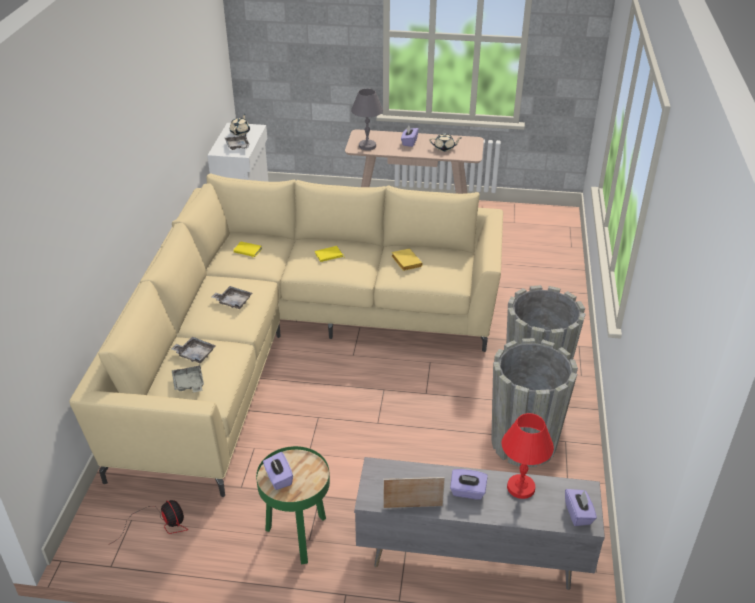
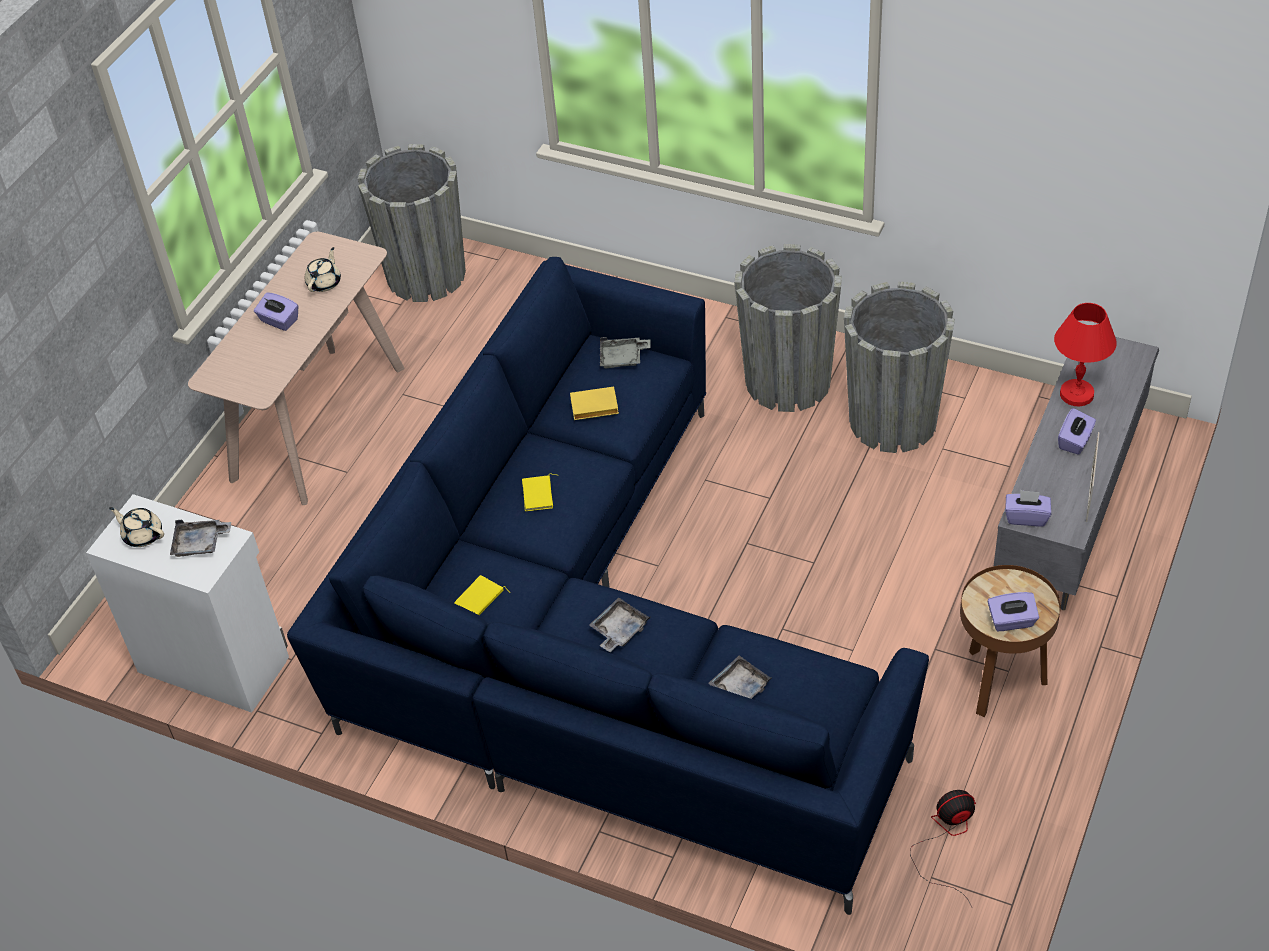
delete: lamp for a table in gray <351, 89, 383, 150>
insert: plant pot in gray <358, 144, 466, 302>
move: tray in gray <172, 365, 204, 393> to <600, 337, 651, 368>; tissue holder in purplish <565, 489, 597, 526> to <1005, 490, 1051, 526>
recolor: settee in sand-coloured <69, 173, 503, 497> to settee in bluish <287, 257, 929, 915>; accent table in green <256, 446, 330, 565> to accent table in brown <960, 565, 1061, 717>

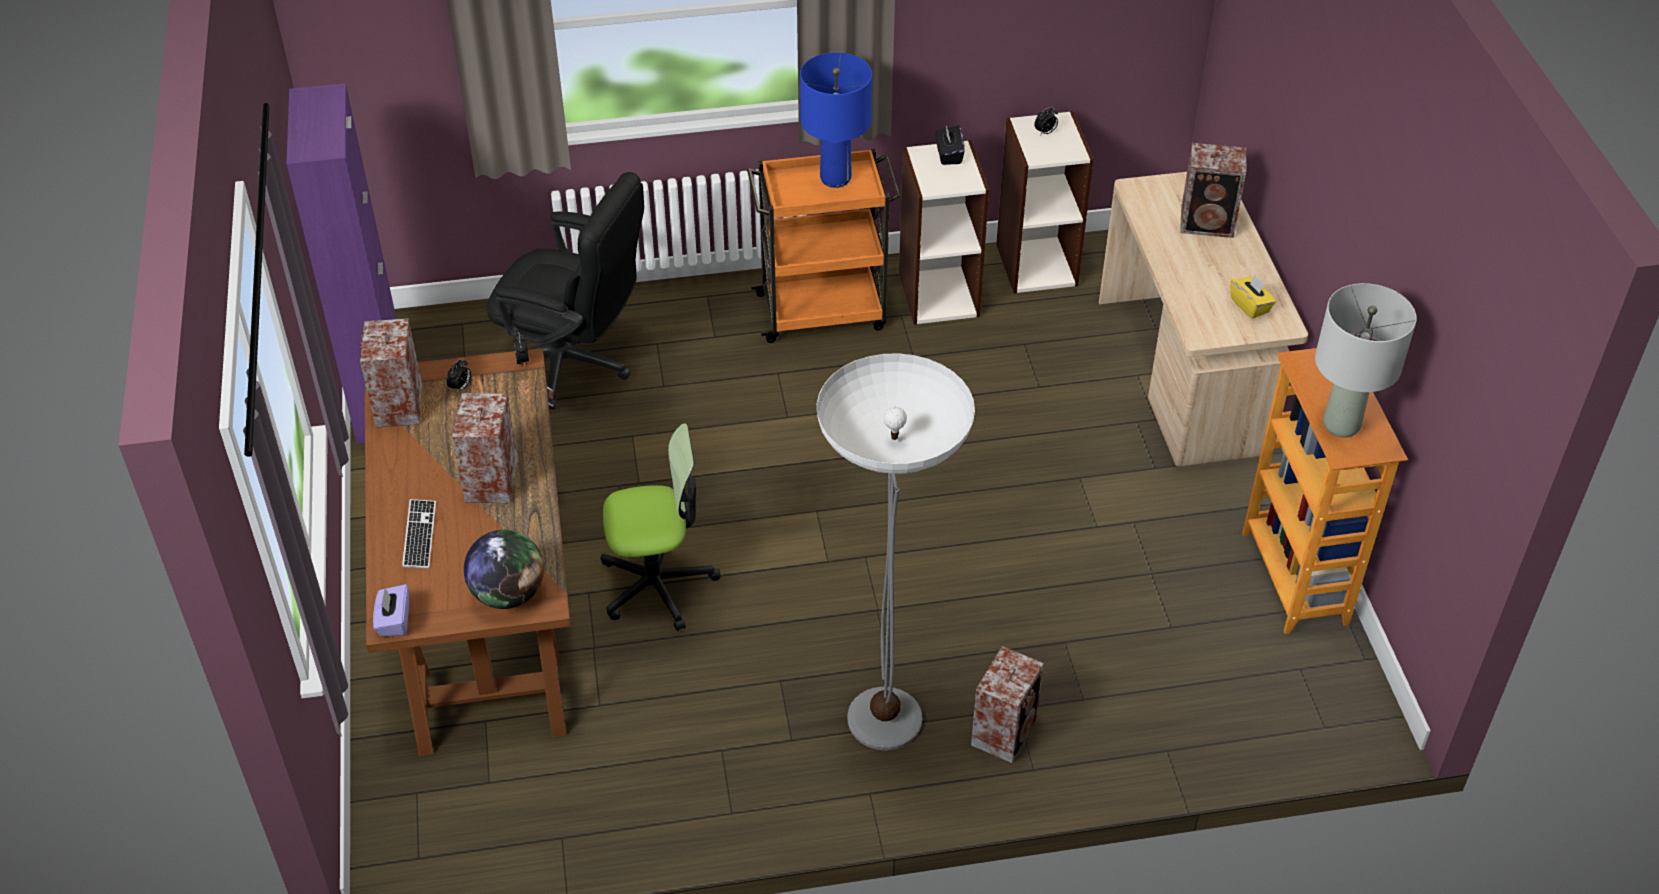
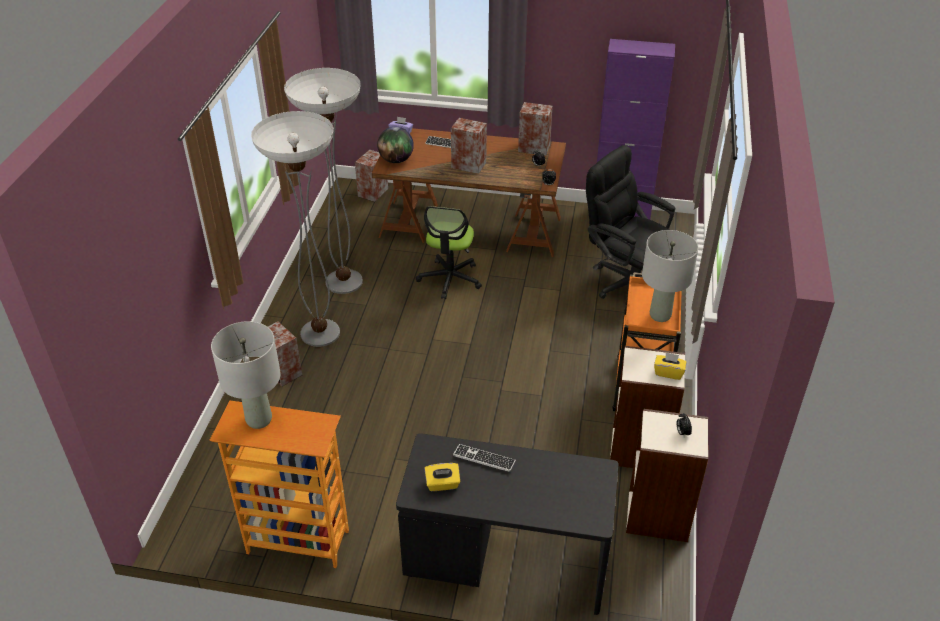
insert: standing lamp <284, 68, 363, 294>; computer keyboard <453, 444, 516, 472>
move: audio speaker <1180, 143, 1246, 238> to <355, 150, 388, 202>
recolor: desk in sand-coloured <1099, 172, 1308, 466> to desk in blackish <396, 433, 619, 615>; lamp for a table in bluish <800, 52, 872, 188> to lamp for a table in gray <642, 230, 698, 322>; tissue holder in blackish <936, 125, 965, 165> to tissue holder in yellowish <654, 352, 686, 380>
rotate: desk chair in blackish <486, 172, 644, 410> = <586, 145, 675, 299> 90 degrees clockwise

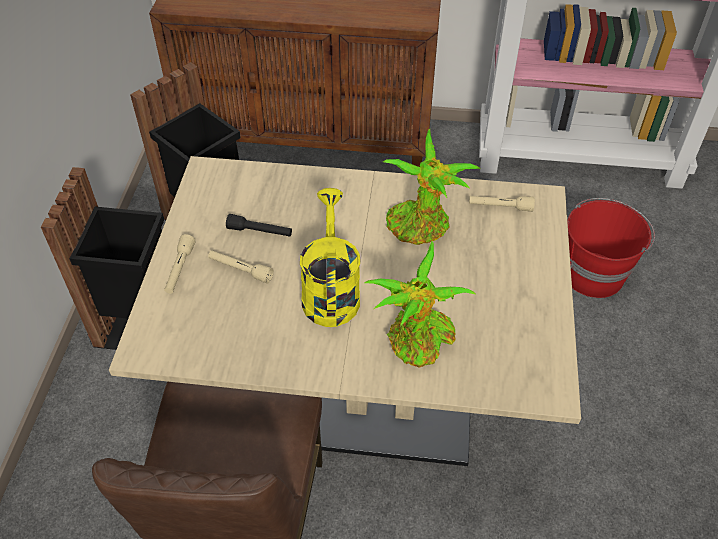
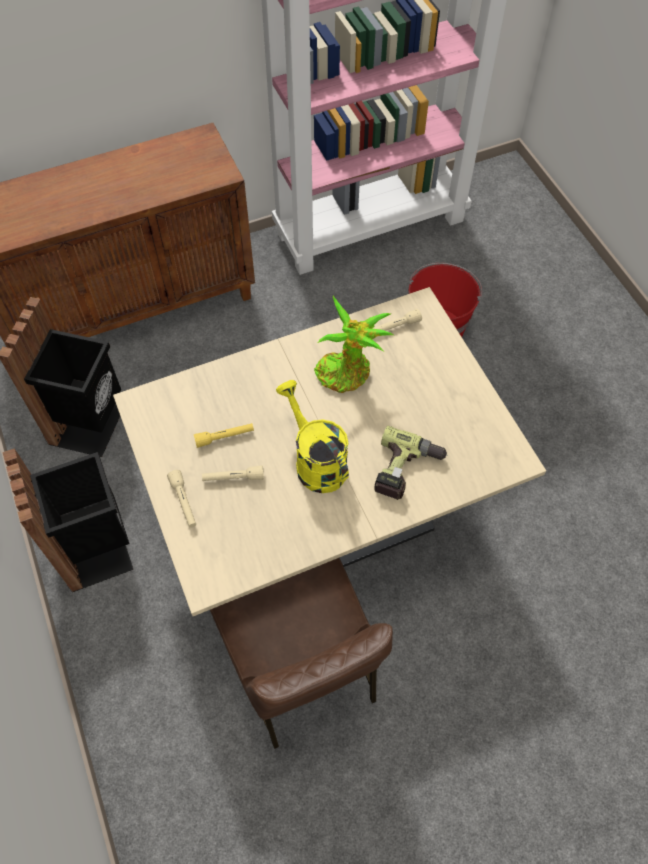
replace: potted plant <365, 241, 476, 368> to power drill <374, 426, 448, 500>
recolor: hand torch in blackish <226, 214, 292, 237> to hand torch in yellowish <194, 423, 254, 448>

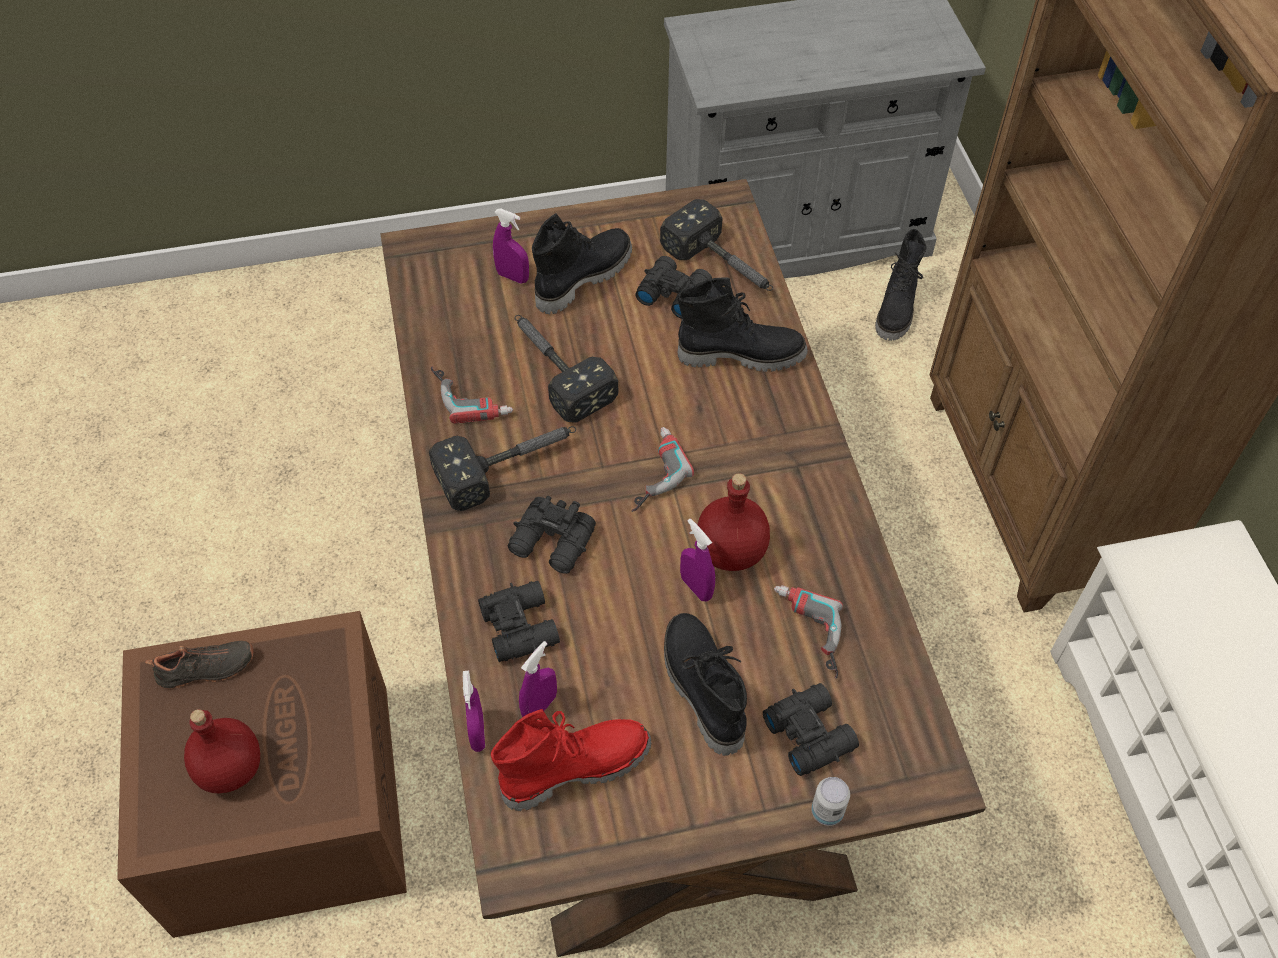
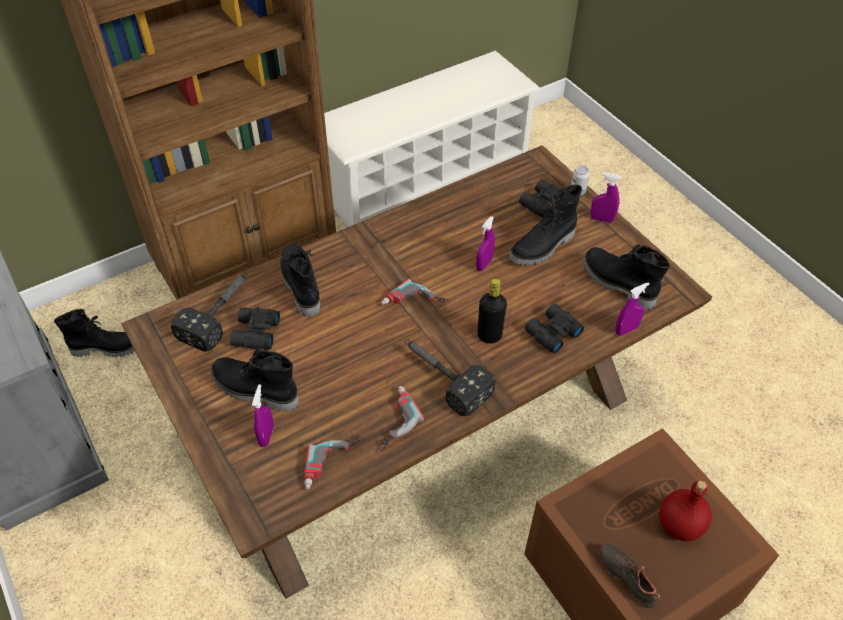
delete: tool hammer <514, 315, 618, 423>; beverage bottle in reddish <698, 473, 770, 571>
move: power drill <774, 585, 843, 679> to <304, 436, 366, 490>; sprayer in purplish <519, 641, 557, 717> to <590, 172, 620, 223>
replace: field glasses in blackish <508, 496, 596, 574> to beverage bottle in blackish <478, 279, 507, 343>
recolor: tall boot in reddish <491, 709, 651, 811> to tall boot in blackish <583, 244, 670, 310>

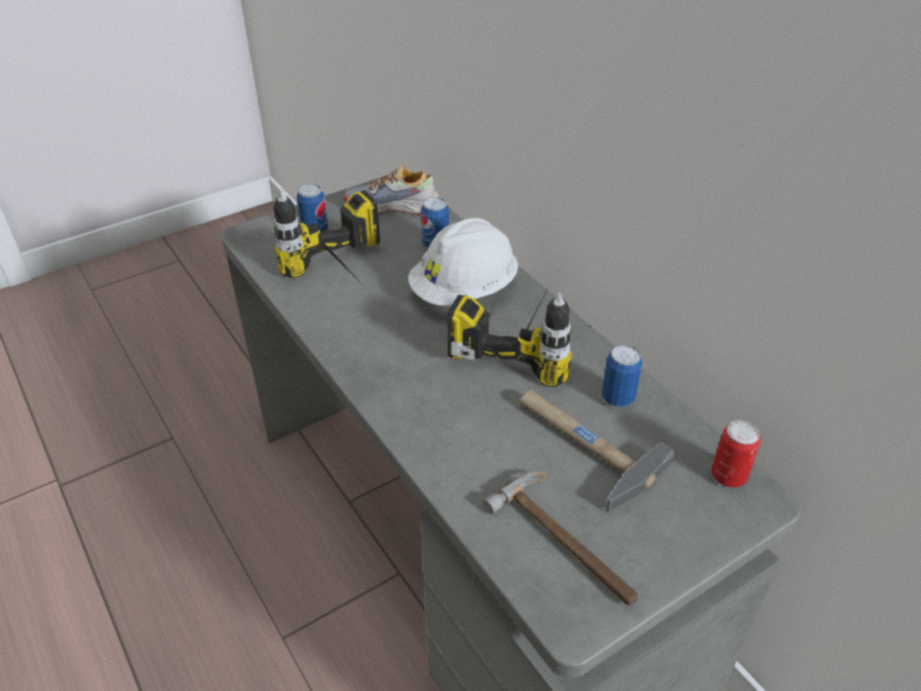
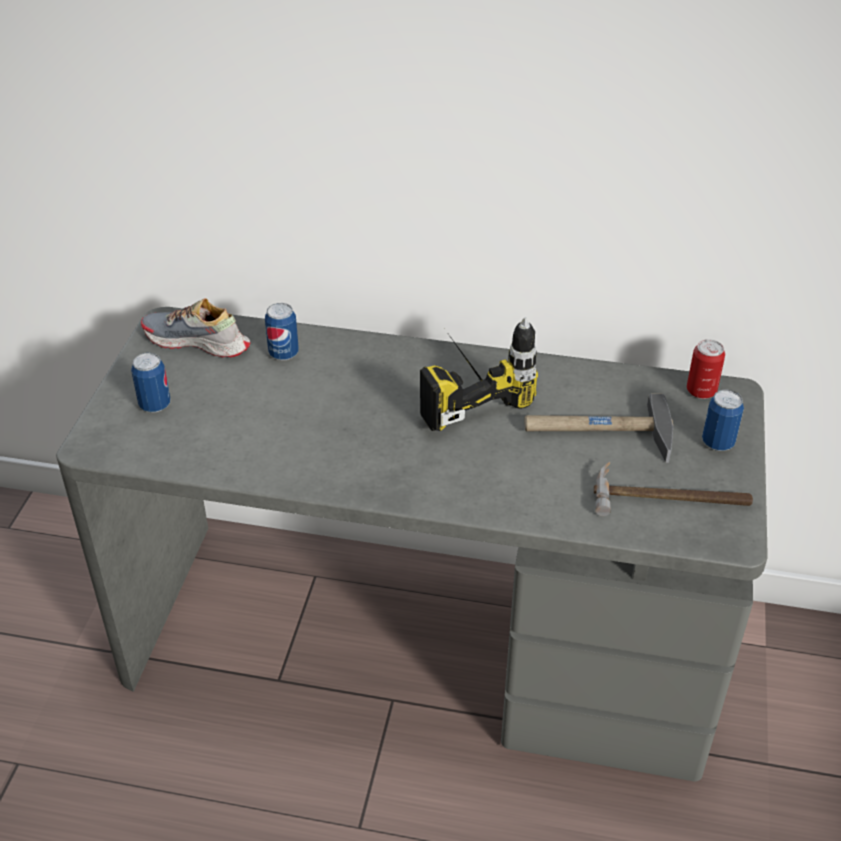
delete: power drill <273, 190, 380, 284>; safety helmet in whitish <408, 218, 518, 306>
move: can <602, 345, 642, 407> to <702, 390, 744, 451>
rotate: shoe <344, 164, 442, 214> = <141, 298, 250, 358> 60 degrees clockwise

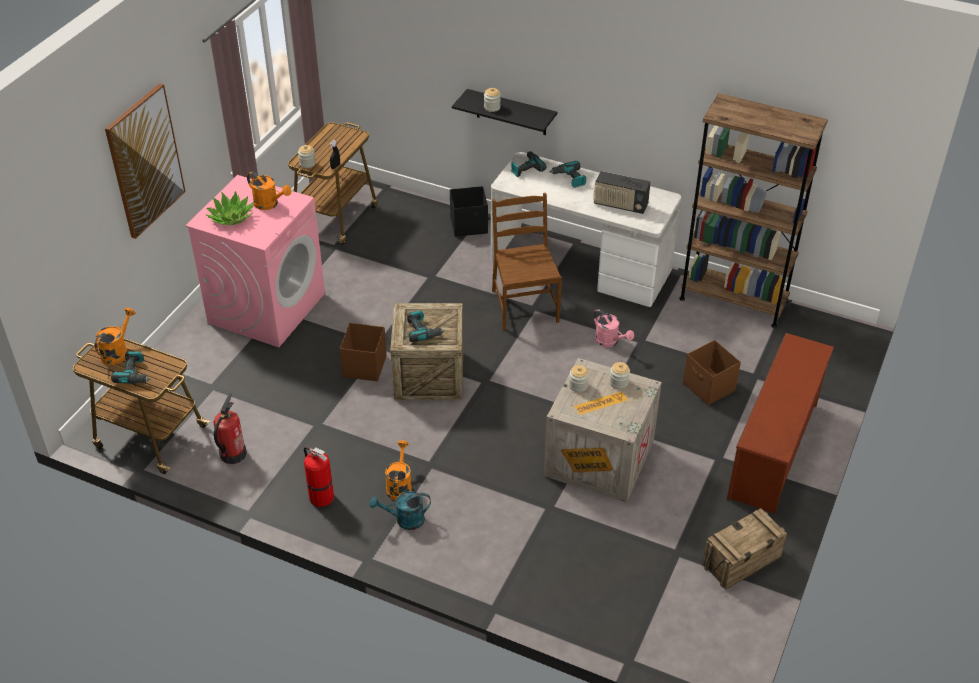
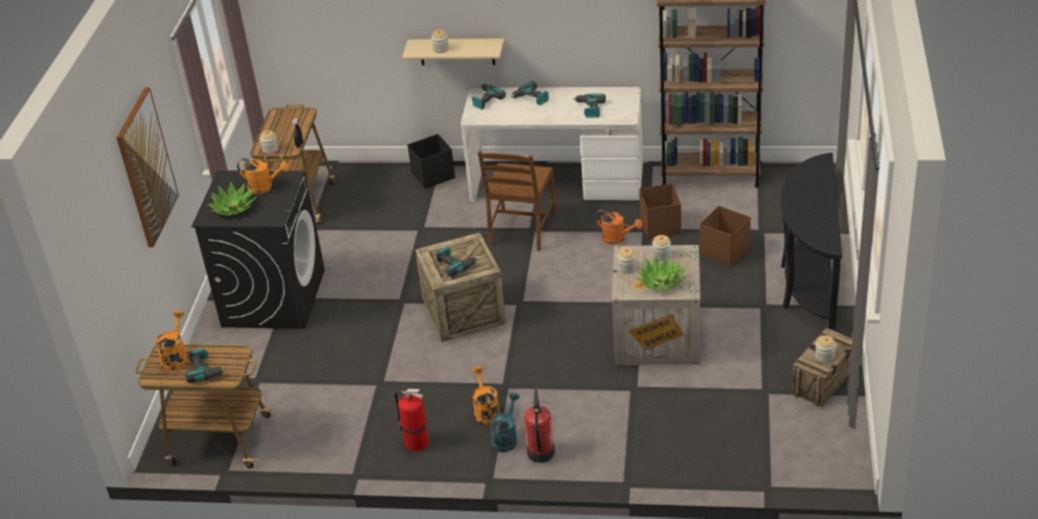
insert: potted plant <637, 255, 687, 291>; preserve jar <815, 335, 836, 363>
move: extinguisher <213, 393, 247, 464> to <524, 387, 555, 463>; storage box in brown <340, 323, 387, 381> to <639, 183, 681, 239>
replace: radio receiver <593, 171, 651, 214> to power drill <573, 94, 606, 118>; shoe rack in brown <727, 333, 834, 514> to hall table in blackish <781, 153, 842, 331>
recolor: laundry appliance in pinkish <185, 175, 325, 347> to laundry appliance in blackish <191, 170, 325, 329>; bracket shelf in blackish <452, 89, 557, 135> to bracket shelf in sand-coloured <402, 38, 504, 65>; watering pot in pinkish <593, 309, 634, 347> to watering pot in orange <595, 209, 643, 244>
rotate: chair in brown <492, 193, 562, 331> = <478, 151, 556, 251> 135 degrees counterclockwise; watering pot in blue-green <370, 491, 431, 530> = <490, 393, 520, 452> 135 degrees clockwise

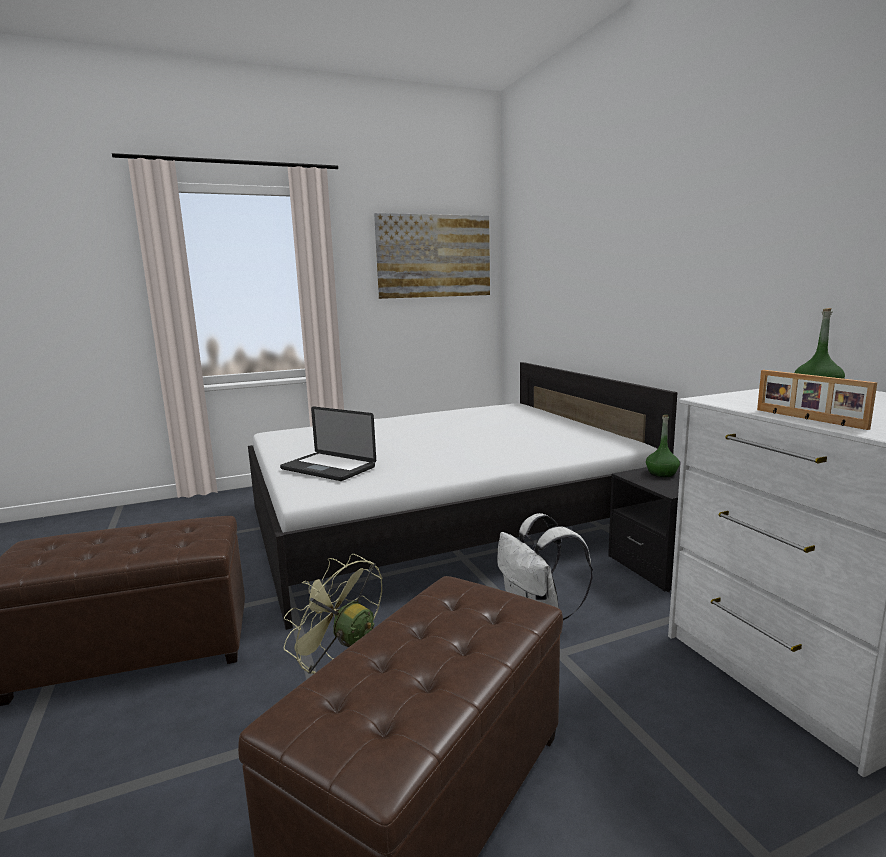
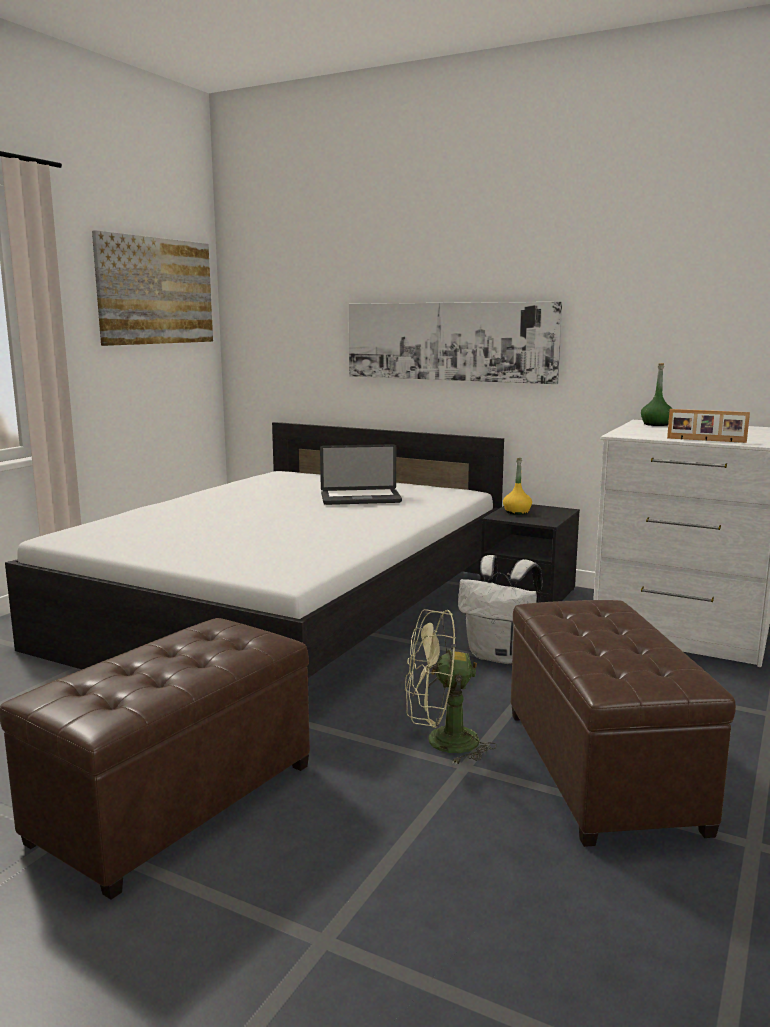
insert: wall picture <349, 302, 562, 384>
move: notebook computer <280, 406, 376, 481> to <320, 444, 402, 505>
recolor: beverage bottle in green <646, 415, 680, 477> to beverage bottle in yellowish <503, 458, 532, 515>

